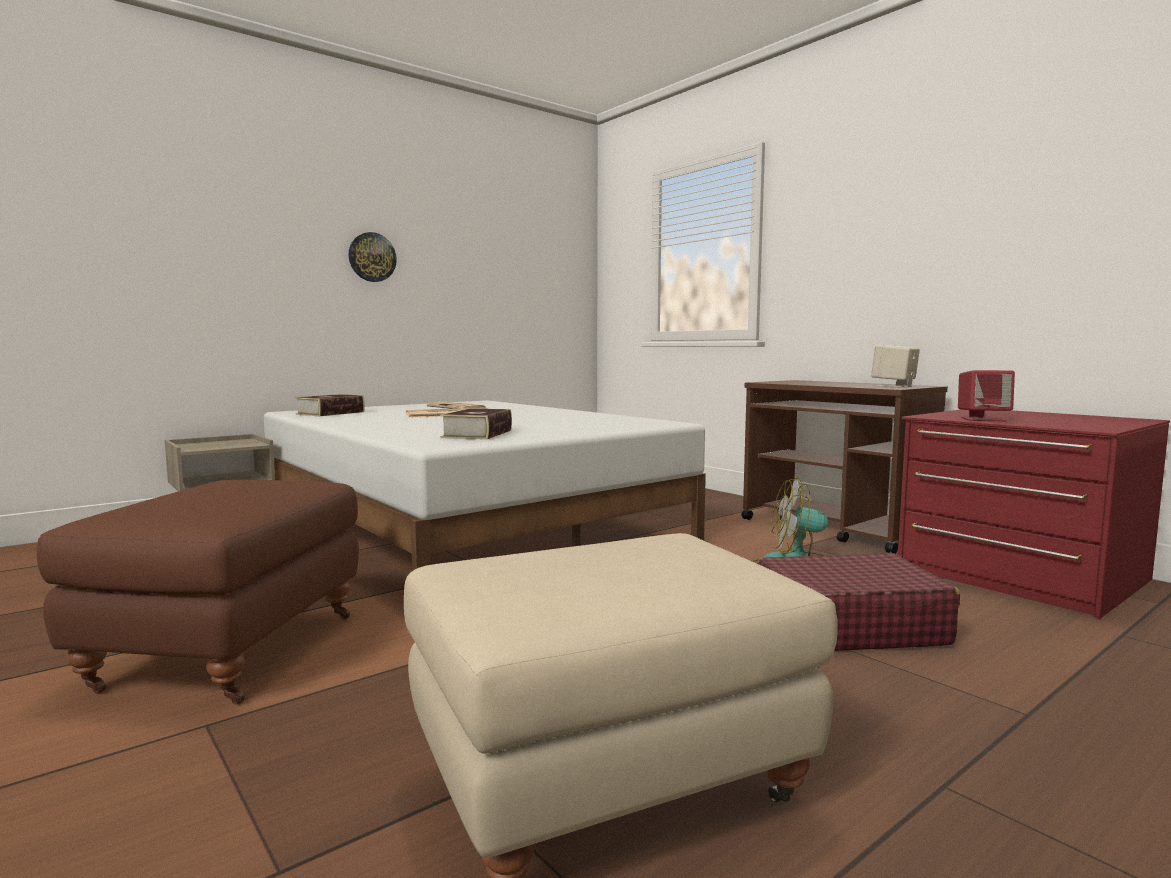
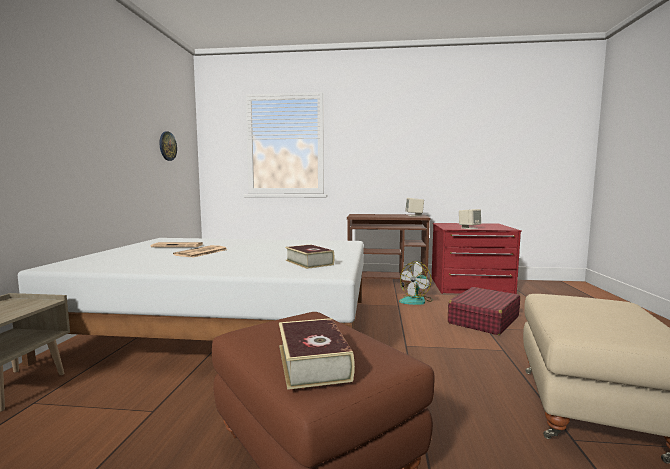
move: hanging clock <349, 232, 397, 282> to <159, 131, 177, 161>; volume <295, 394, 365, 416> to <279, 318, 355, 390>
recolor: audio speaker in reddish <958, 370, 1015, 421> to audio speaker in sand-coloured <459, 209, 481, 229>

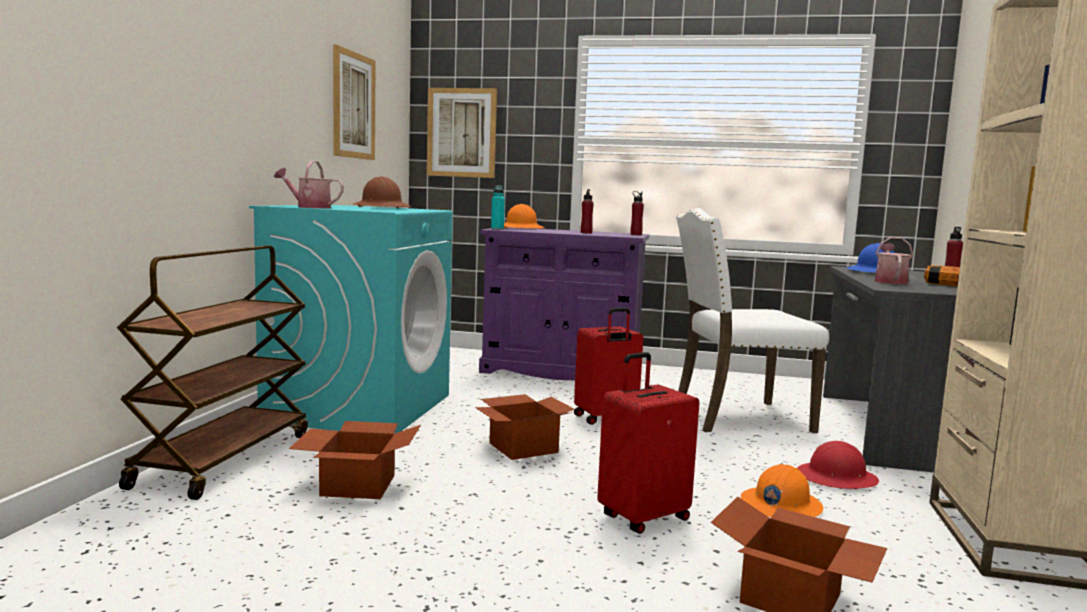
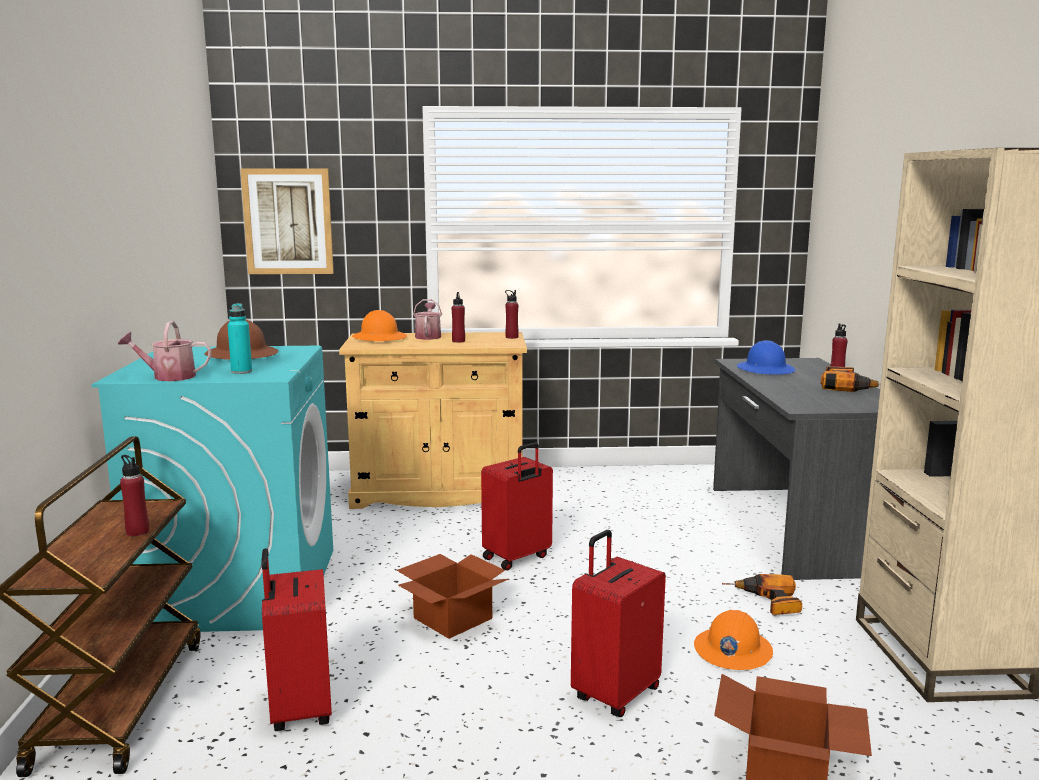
delete: wall picture <333, 45, 376, 160>; chair in whitish <676, 208, 829, 433>
insert: beverage bottle in reddish <120, 455, 149, 536>
move: beverage bottle in blue-green <491, 186, 505, 230> to <227, 303, 252, 374>; watering pot <875, 237, 913, 284> to <413, 299, 442, 340>
replace: carton <289, 421, 421, 499> to piece of luggage in reddish <261, 548, 332, 731>; safety helmet in reddish <797, 441, 879, 489> to power drill <722, 574, 802, 615>
recolor: cupboard in purplish <479, 227, 649, 380> to cupboard in sand-coloured <339, 332, 527, 509>

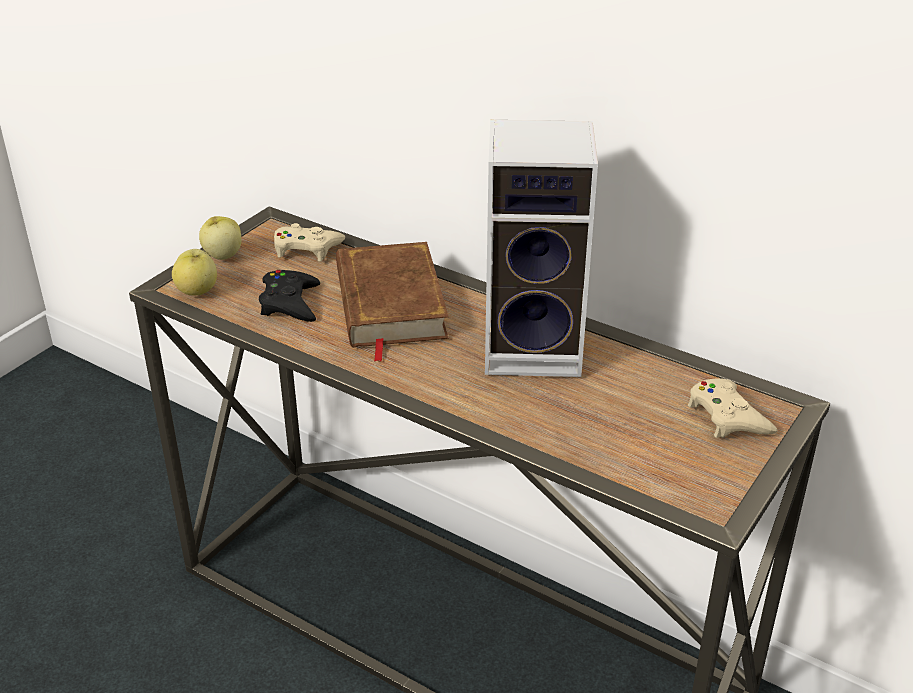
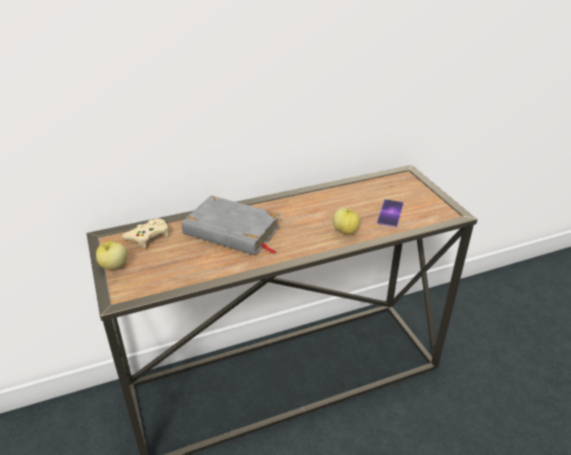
delete: gamepad in blackish <259, 270, 320, 322>; audio speaker <485, 119, 598, 377>; gamepad in sand-coloured <688, 378, 777, 438>
insert: handset <377, 199, 404, 227>
move: apple fruit <172, 249, 217, 296> to <333, 208, 360, 235>
recolor: volume in brown <336, 242, 449, 362> to volume in gray <182, 196, 280, 256>

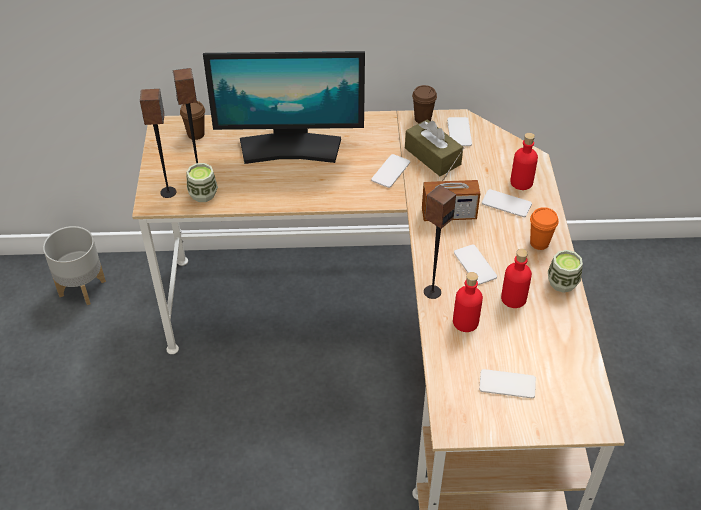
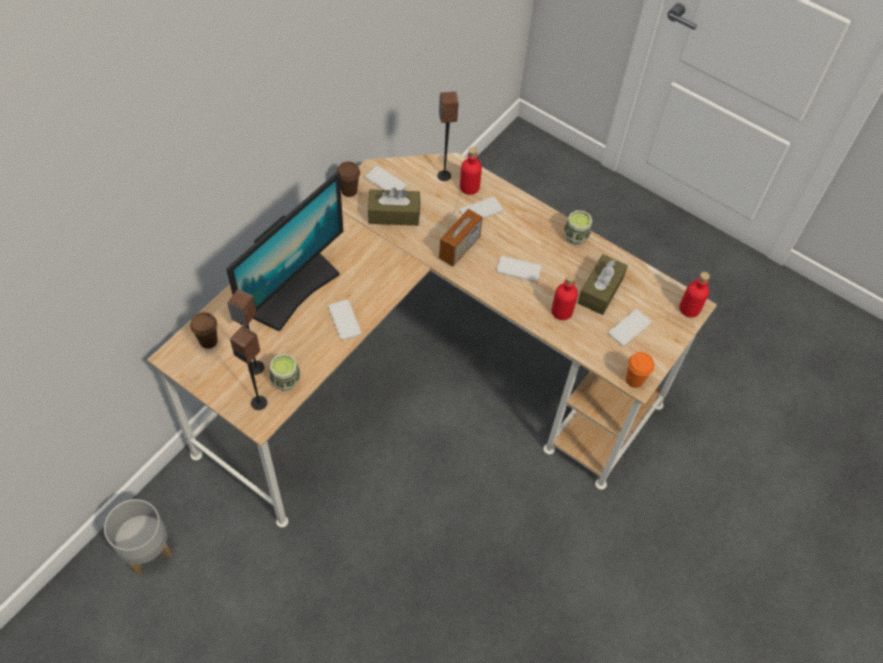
insert: tissue holder in brown <578, 254, 628, 315>
move: handset <371, 154, 410, 188> to <328, 300, 361, 340>; audio speaker <424, 185, 456, 299> to <437, 92, 459, 181>; cup in orange <530, 207, 559, 250> to <626, 352, 654, 388>; beverage bottle in reddish <501, 249, 532, 308> to <679, 272, 710, 318>

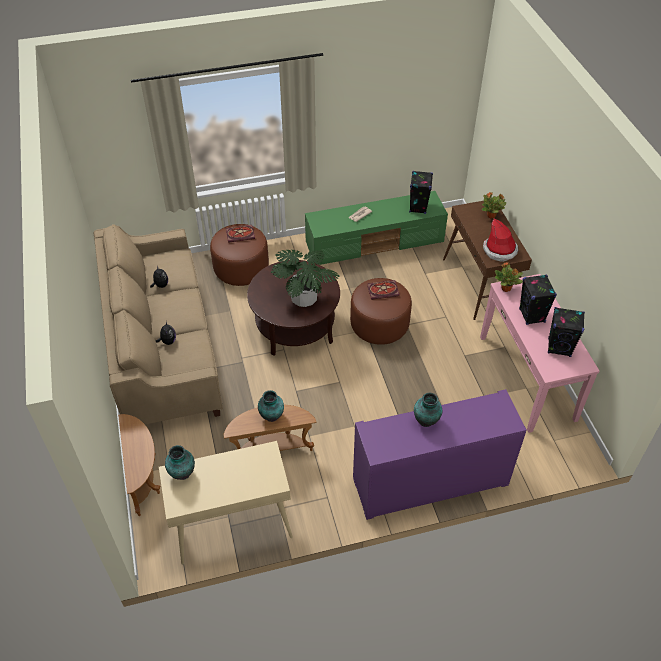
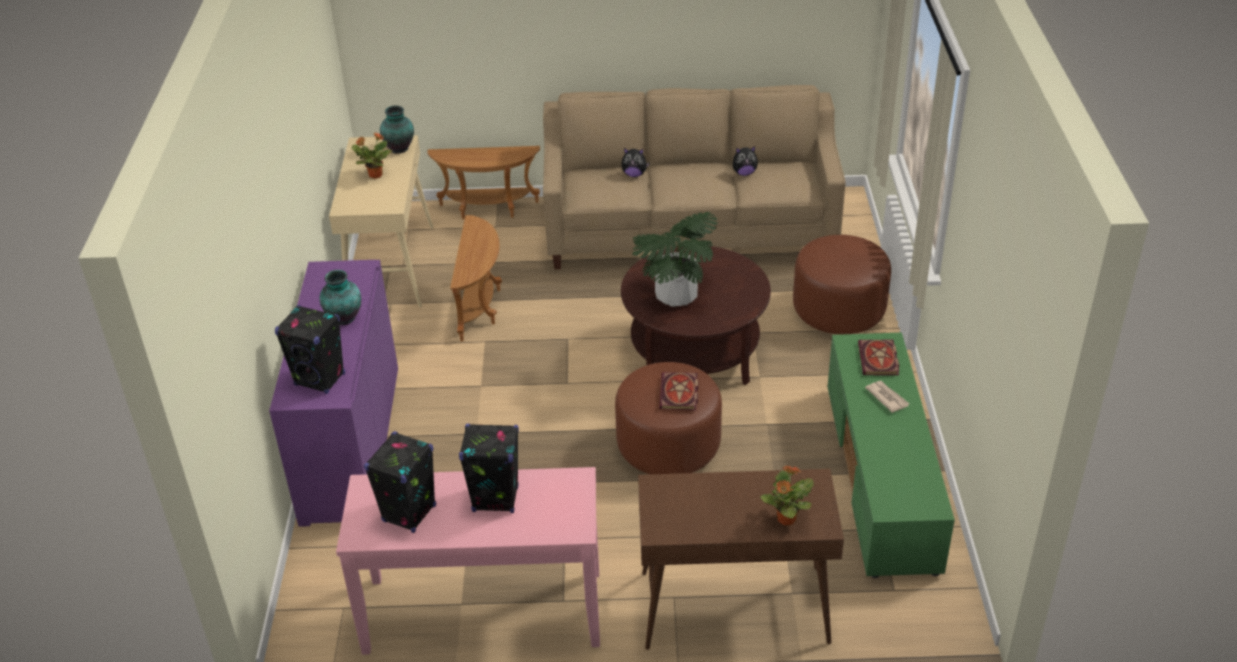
delete: vase <258, 390, 284, 422>; hat <483, 219, 518, 262>
move: audio speaker in blackish <409, 171, 433, 214> to <275, 305, 345, 394>; potted plant <495, 263, 523, 292> to <352, 133, 392, 179>; volume <226, 225, 255, 243> to <858, 340, 899, 375>

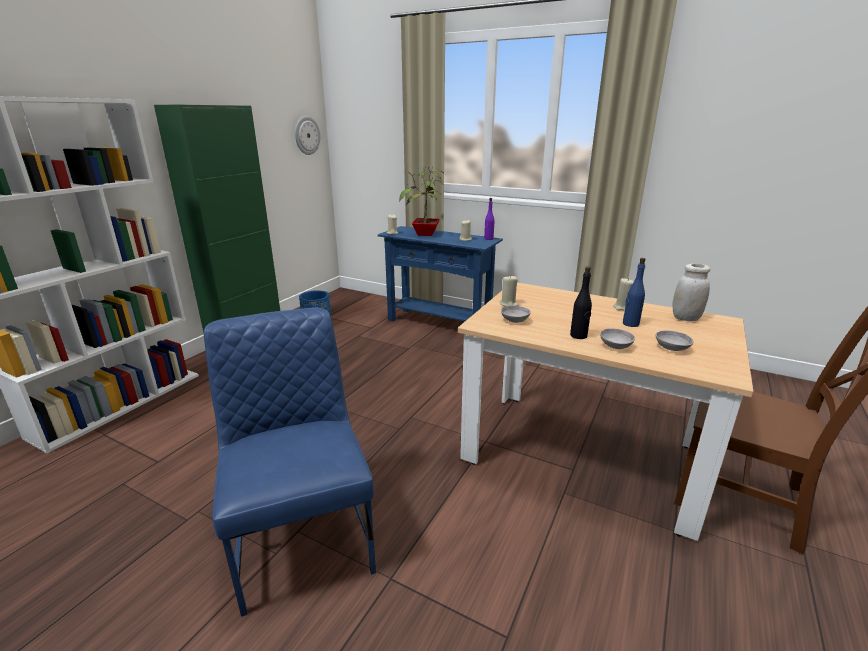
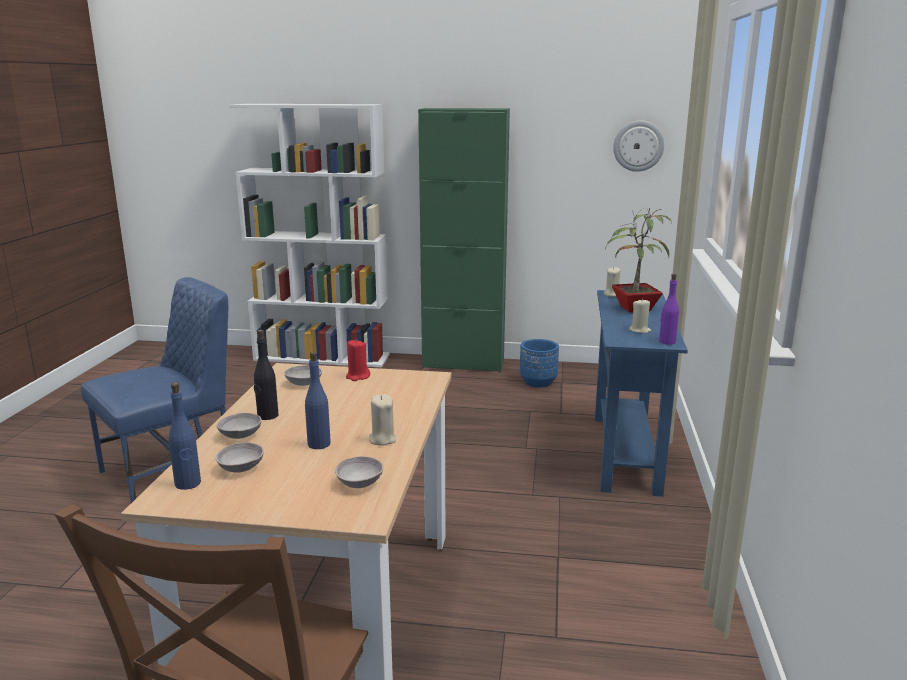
insert: beverage bottle in bluish <169, 382, 201, 490>
replace: preserve jar in whitish <673, 264, 710, 321> to deep dish in gray <335, 456, 383, 488>
recolor: wax candle in sand-coloured <500, 275, 518, 306> to wax candle in reddish <346, 339, 370, 381>

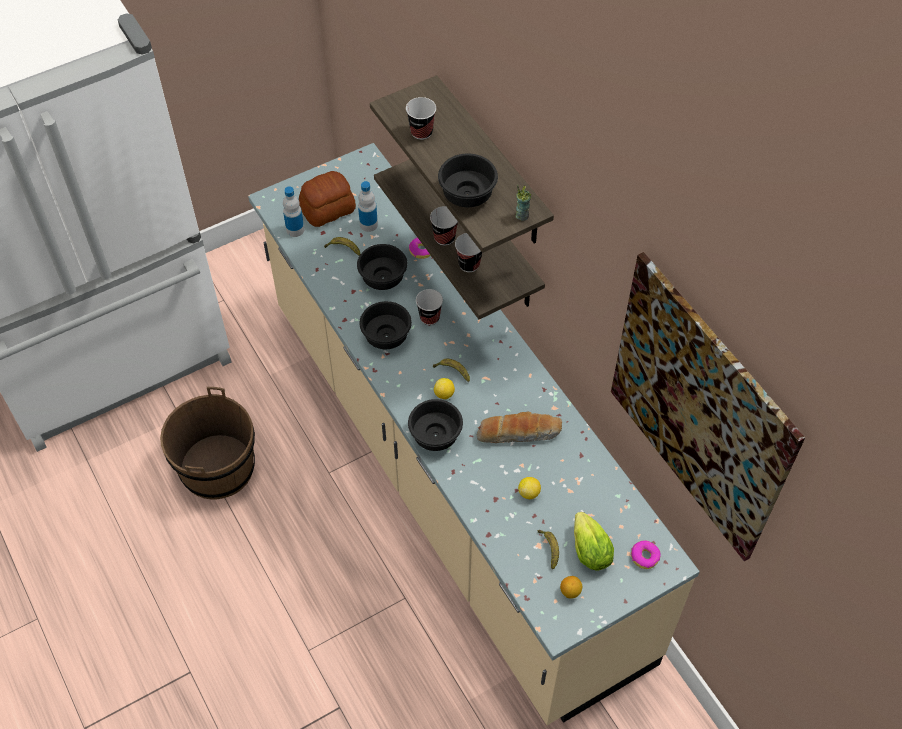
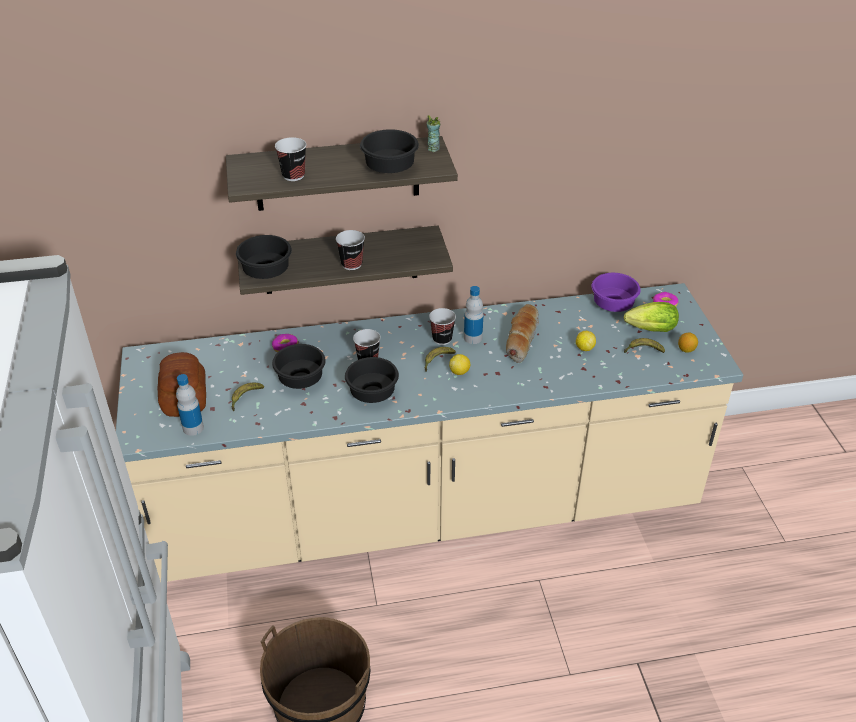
delete: wall picture <611, 252, 805, 561>
insert: deep dish in purplish <592, 273, 641, 312>
move: deep dish in blackish <408, 399, 463, 451> to <236, 235, 292, 279>; cup <455, 233, 482, 272> to <429, 308, 456, 345>; beverage bottle <358, 181, 378, 232> to <464, 286, 483, 344>

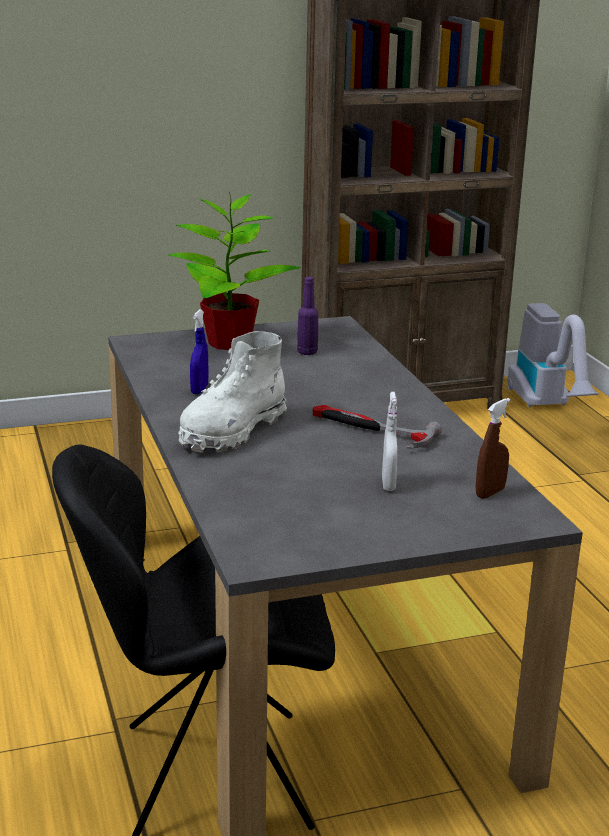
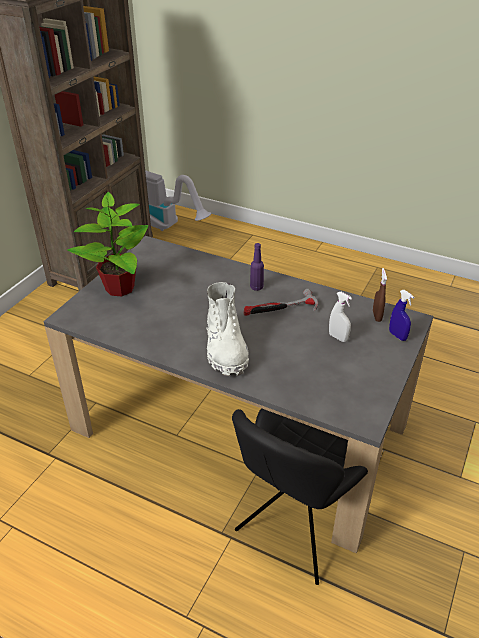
move: beverage bottle in purplish <297, 277, 318, 355> to <250, 243, 264, 291>; sprayer in bluish <190, 309, 209, 394> to <389, 290, 414, 341>

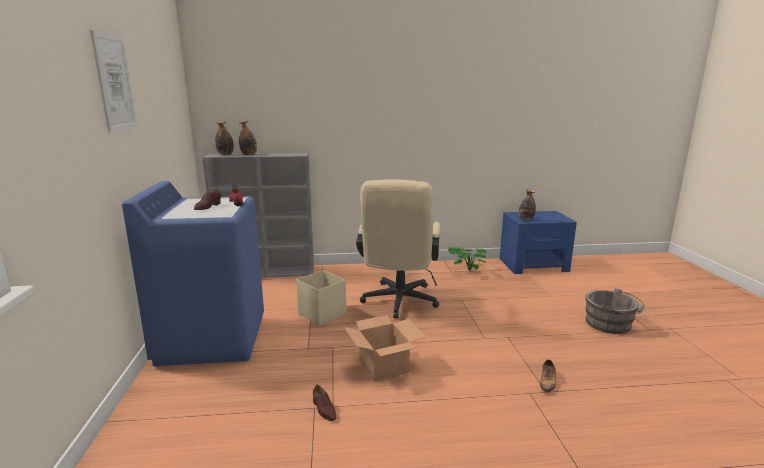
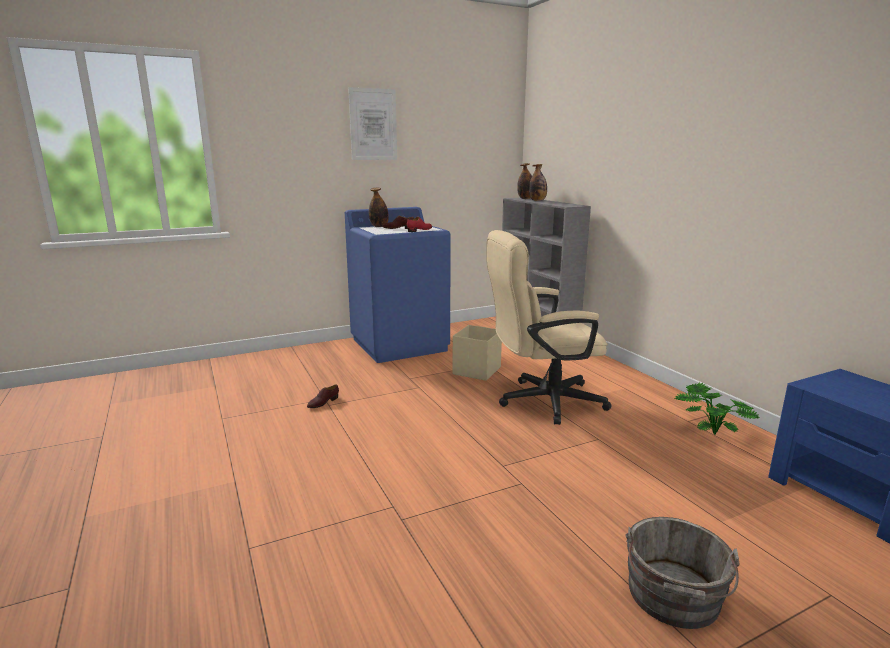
delete: carton <344, 315, 426, 382>; shoe <540, 360, 556, 392>
move: beverage bottle <519, 189, 536, 221> to <369, 188, 389, 227>

